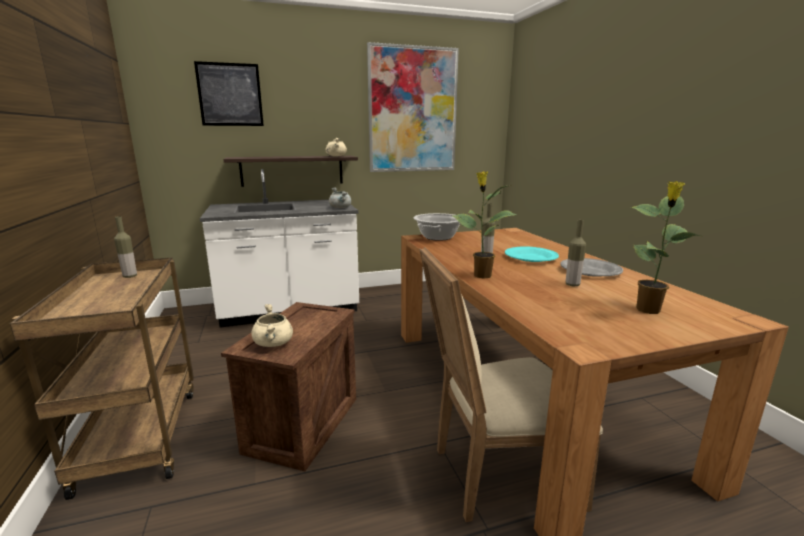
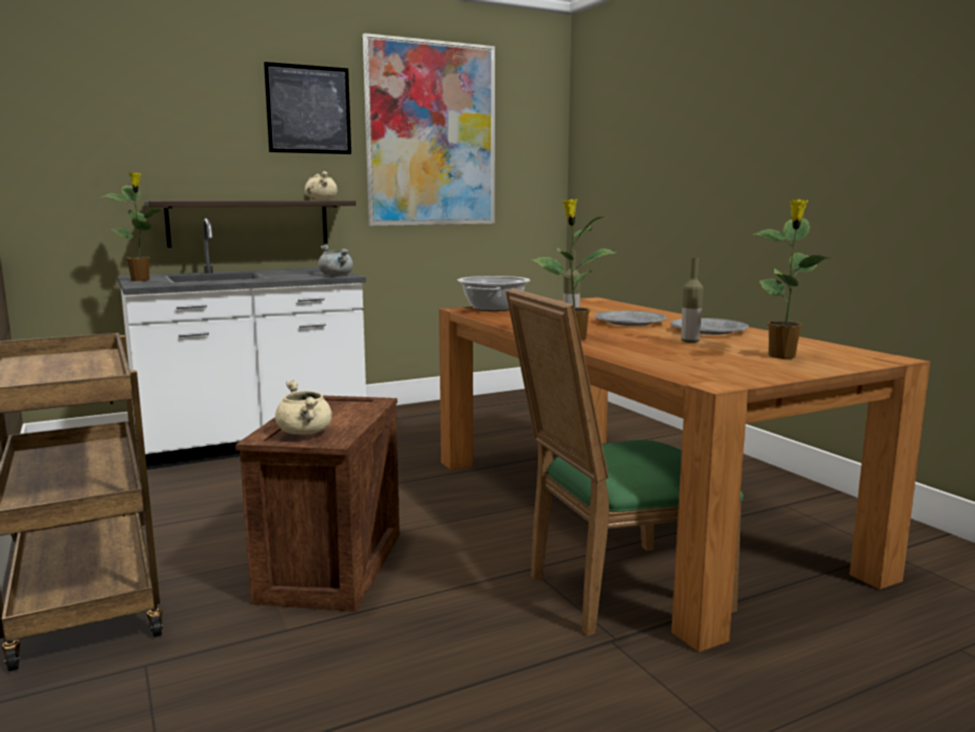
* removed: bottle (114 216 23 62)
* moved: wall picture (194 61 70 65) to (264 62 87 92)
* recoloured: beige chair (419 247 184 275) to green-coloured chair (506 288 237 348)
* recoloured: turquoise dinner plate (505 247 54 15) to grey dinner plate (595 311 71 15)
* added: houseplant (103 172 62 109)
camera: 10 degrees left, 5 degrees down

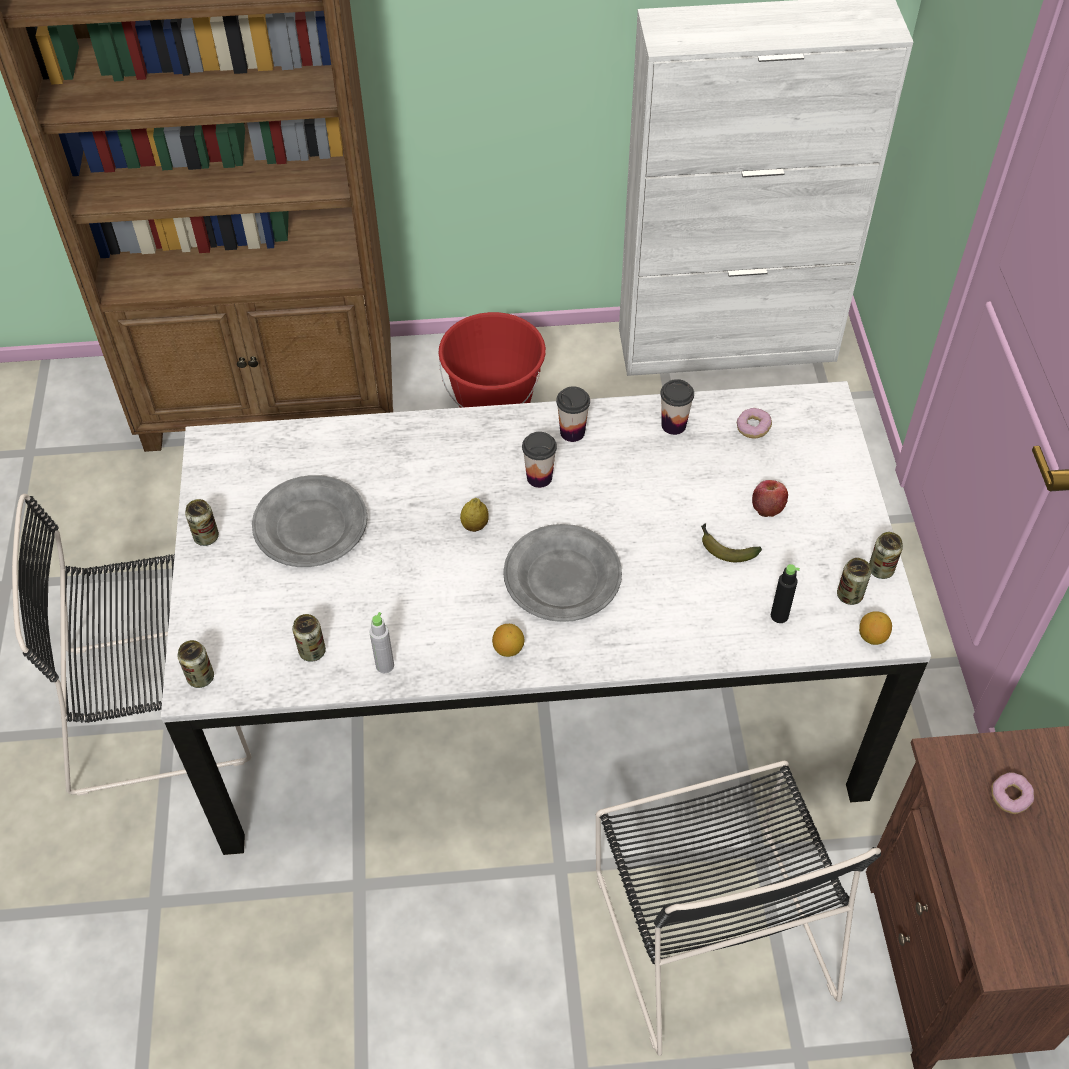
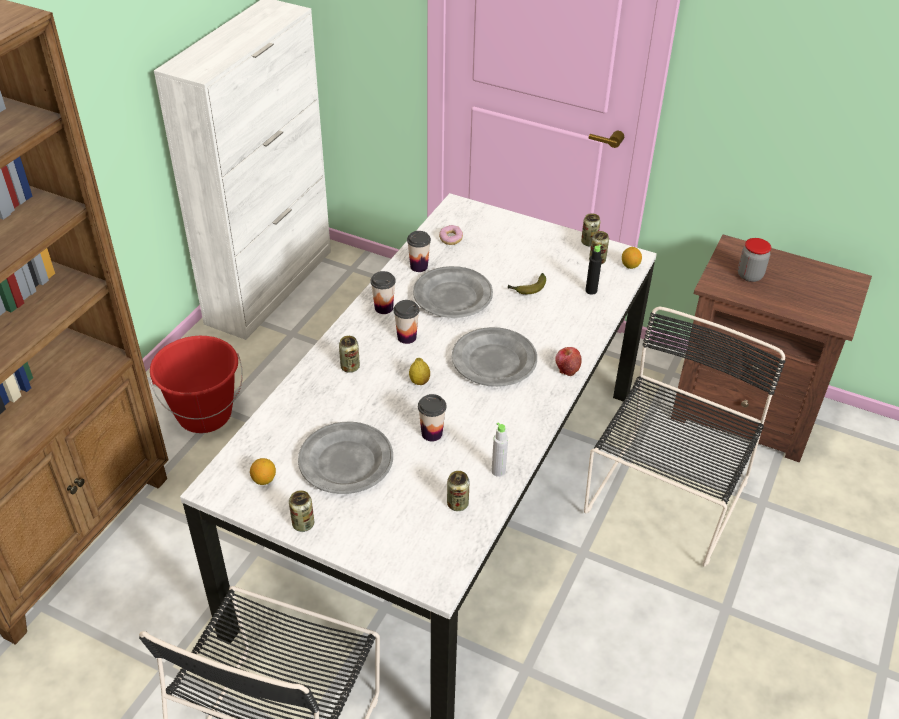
* moved: can (177 640 37 48) to (339 336 21 37)
* moved: citrus fruit (492 624 33 33) to (250 458 26 27)
* turned: blackish chair (596 761 285 295) = (584 306 201 261) 75 degrees counterclockwise
* moved: whole apple (752 480 36 37) to (555 347 27 29)
* replaced: ring doughnut (991 772 43 42) to preserve jar (738 238 33 44)
* added: grey dinner plate (413 266 80 52)
* added: drinking cup (418 394 28 47)
camera: 60 degrees left, 10 degrees down

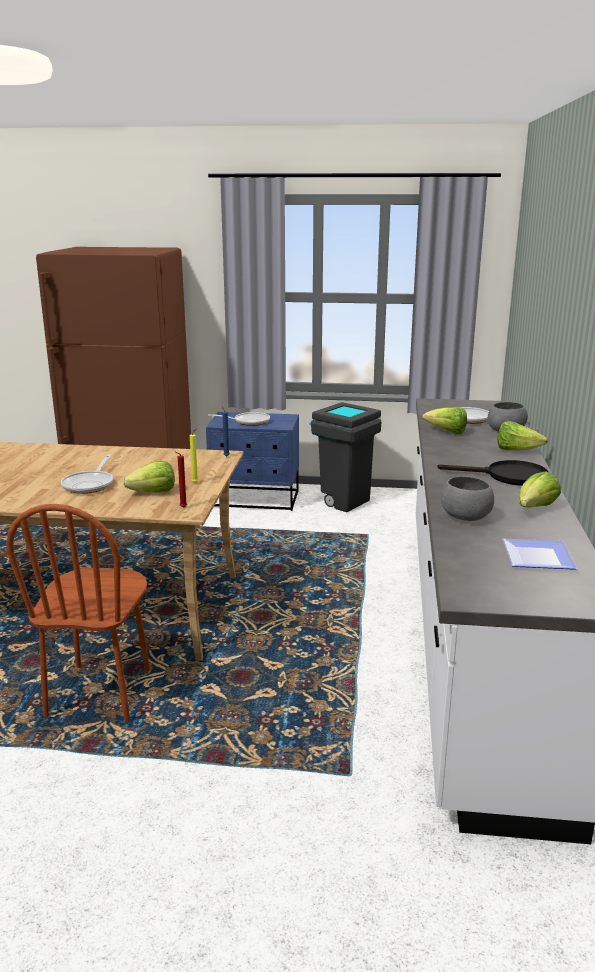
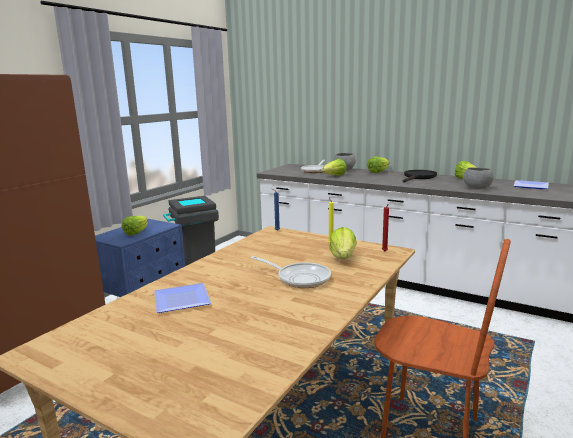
* replaced: skillet (208 412 62 14) to lettuce head (122 216 26 20)
* added: dinner plate (154 283 57 30)
camera: 65 degrees left, 5 degrees down

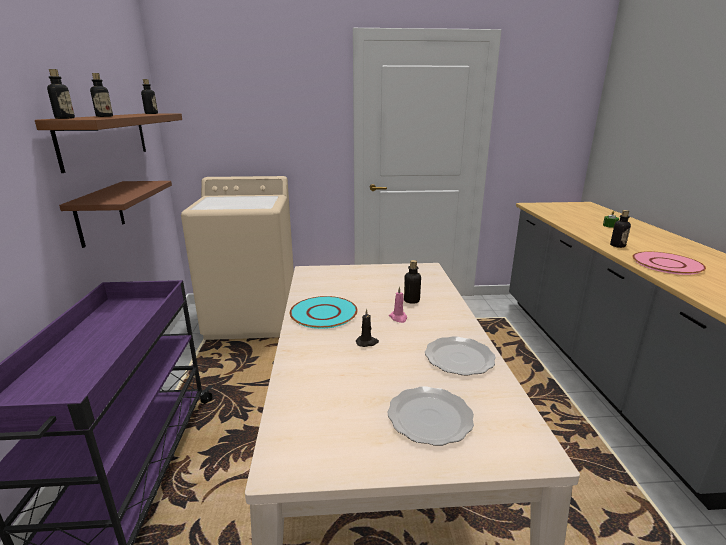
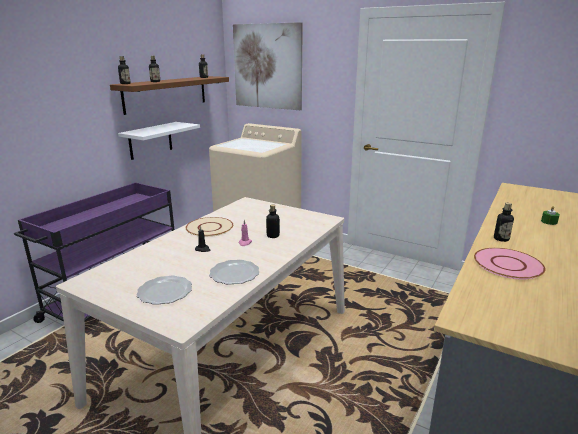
* recoloured: brown shelf (59 181 113 67) to white shelf (118 122 82 38)
* recoloured: turquoise dinner plate (290 296 68 33) to beige dinner plate (186 217 47 20)
* added: wall picture (233 22 70 88)
camera: 35 degrees right, 0 degrees up

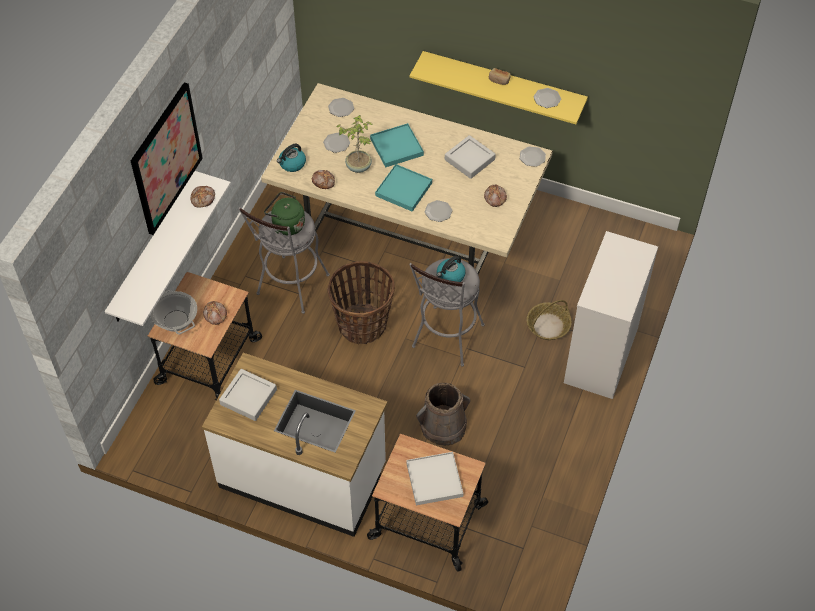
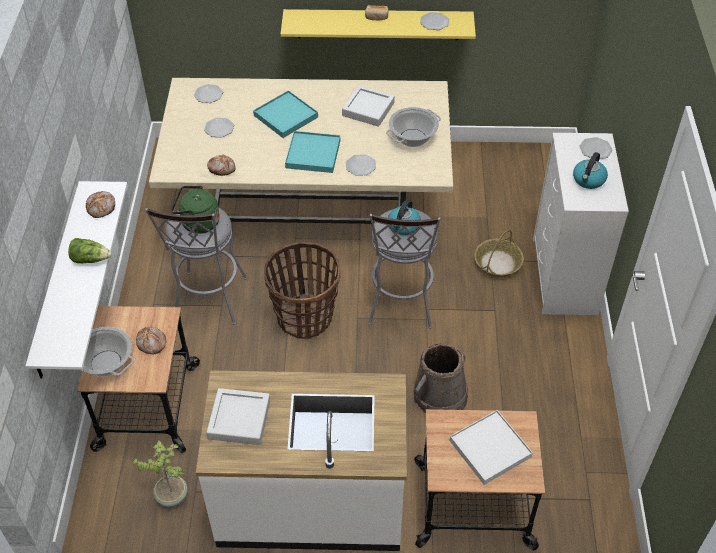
* removed: wall picture (131 82 72 153)
* moved: water kettle (277 144 29 28) to (573 152 35 37)
* moved: houseplant (336 115 37 58) to (132 441 56 66)
* replaced: bread (484 185 23 22) to stockpot (386 107 55 40)
* moved: dinner plate (520 147 26 20) to (579 137 34 22)
* added: lettuce head (68 238 43 25)
camera: 20 degrees left, 5 degrees down

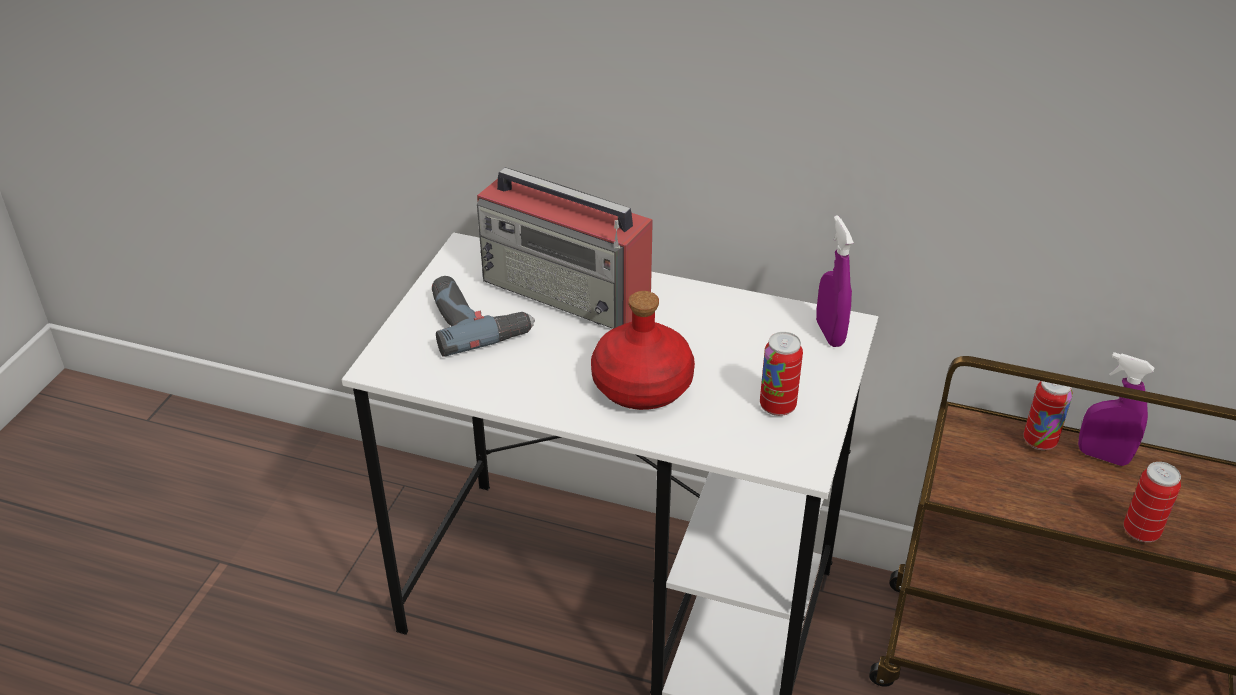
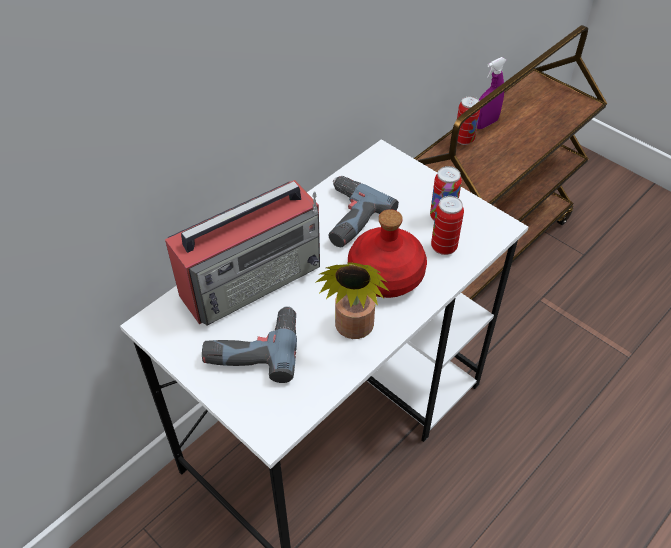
* removed: purplish spray bottle (816 215 38 132)
* moved: can (1124 462 57 80) to (431 196 33 59)
* added: houseplant (315 262 74 77)
* added: power drill (329 176 70 71)
camera: 65 degrees left, 10 degrees up

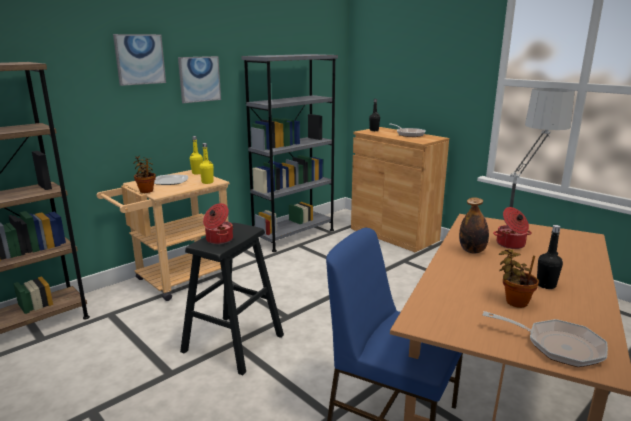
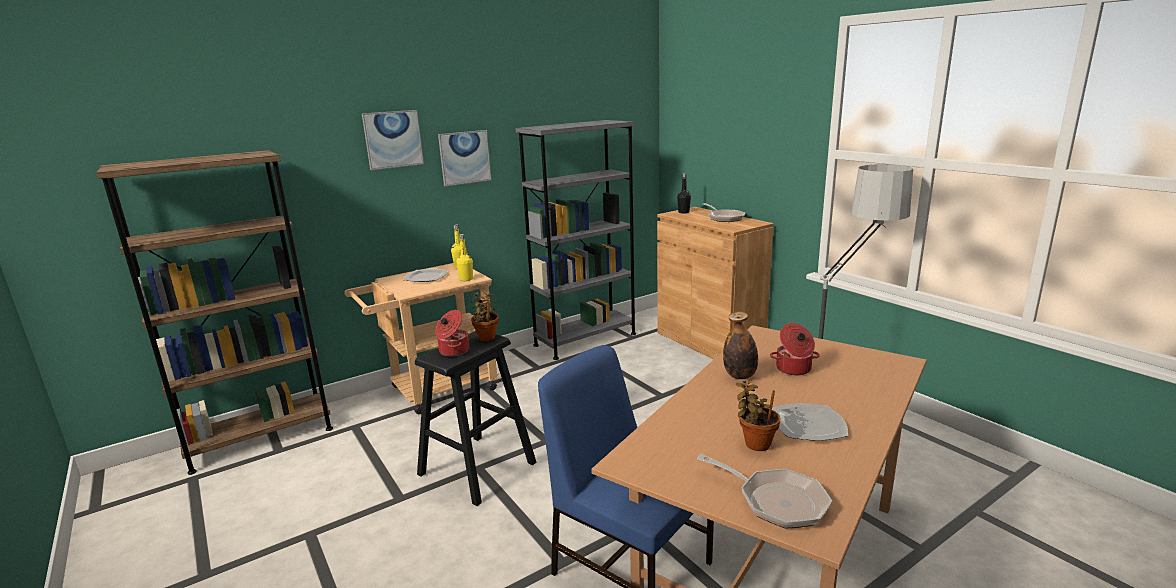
* moved: houseplant (134 157 22 36) to (471 292 28 49)
* replaced: blackish bottle (537 225 26 64) to dinner plate (772 403 76 38)
camera: 10 degrees right, 0 degrees up

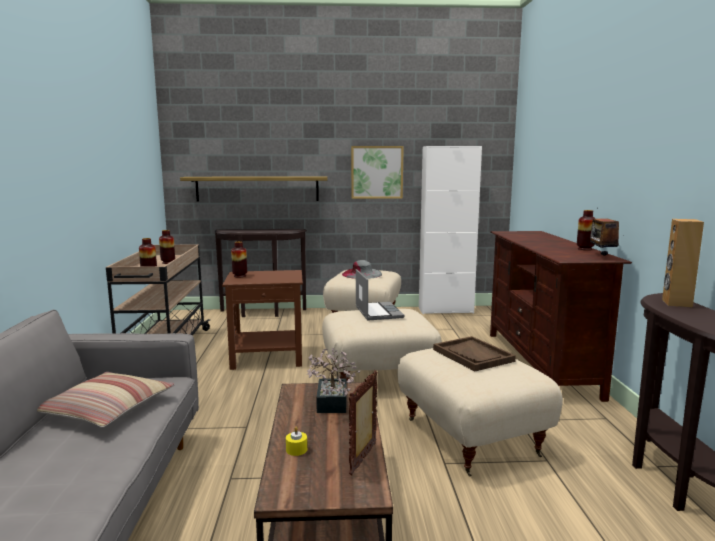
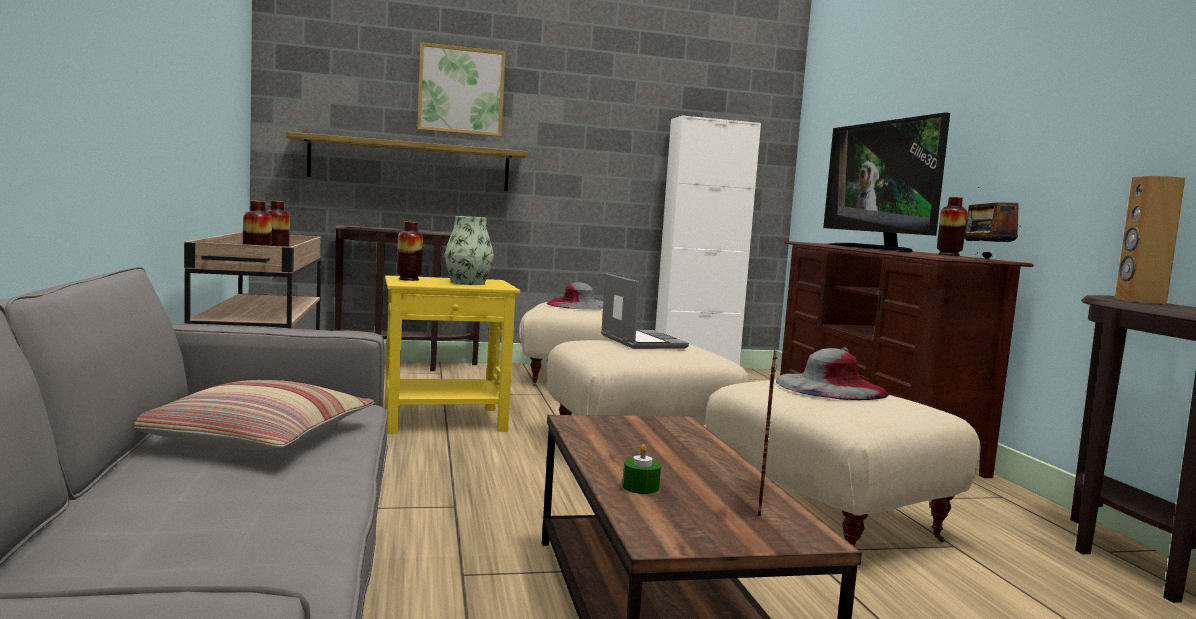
* recoloured: brown accent table (222 270 81 100) to yellowish accent table (385 275 135 159)
* recoloured: yellowish wax light (286 426 21 30) to green-coloured wax light (622 444 39 50)
* removed: houseplant (307 348 53 65)
* moved: wall picture (351 146 53 53) to (417 42 89 95)
* replaced: brown tray (433 336 83 35) to grey hat (776 348 113 52)
* added: flower vase (445 216 49 69)
* added: TV (823 112 127 140)
camera: 10 degrees left, 5 degrees down

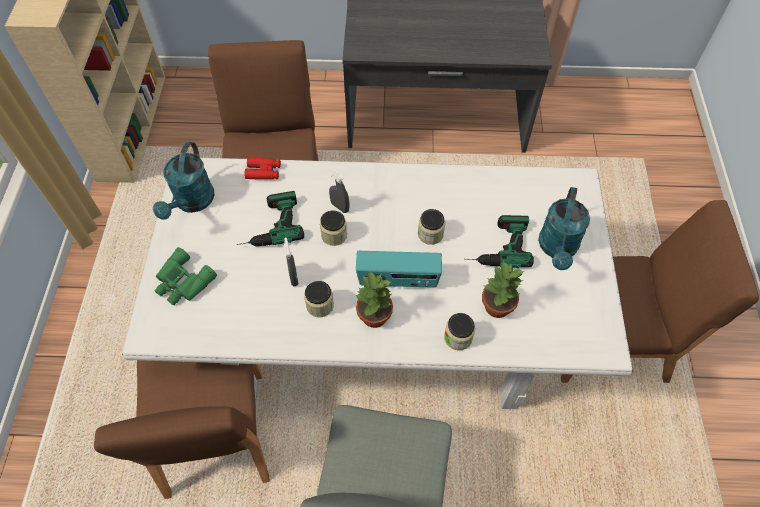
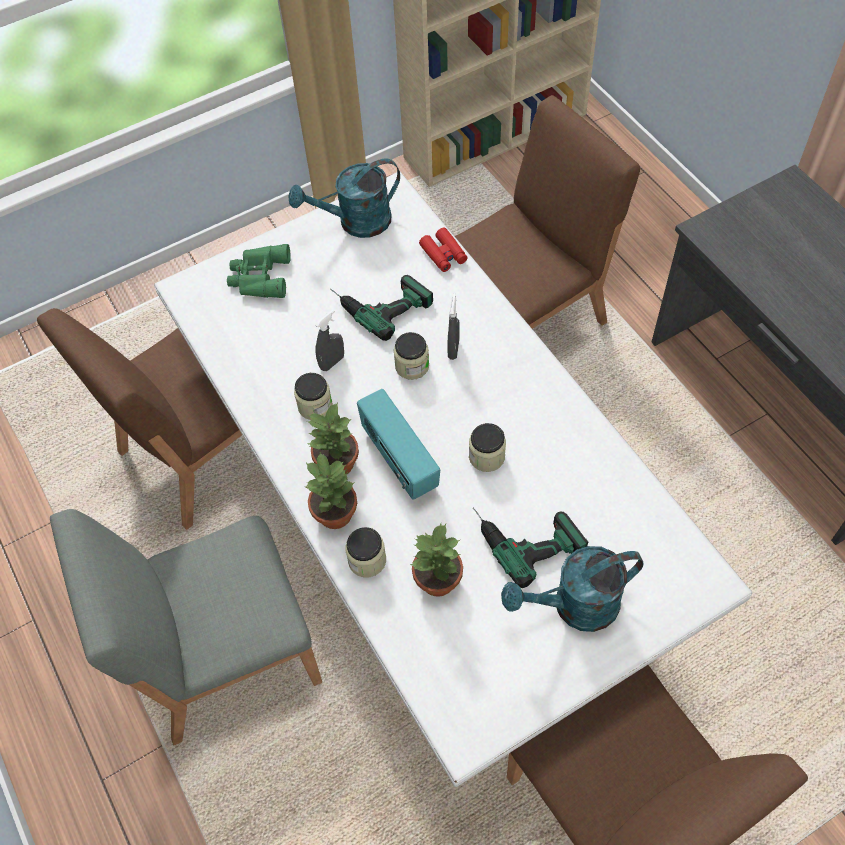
* added: houseplant (305 452 52 77)
camera: 60 degrees right, 0 degrees up

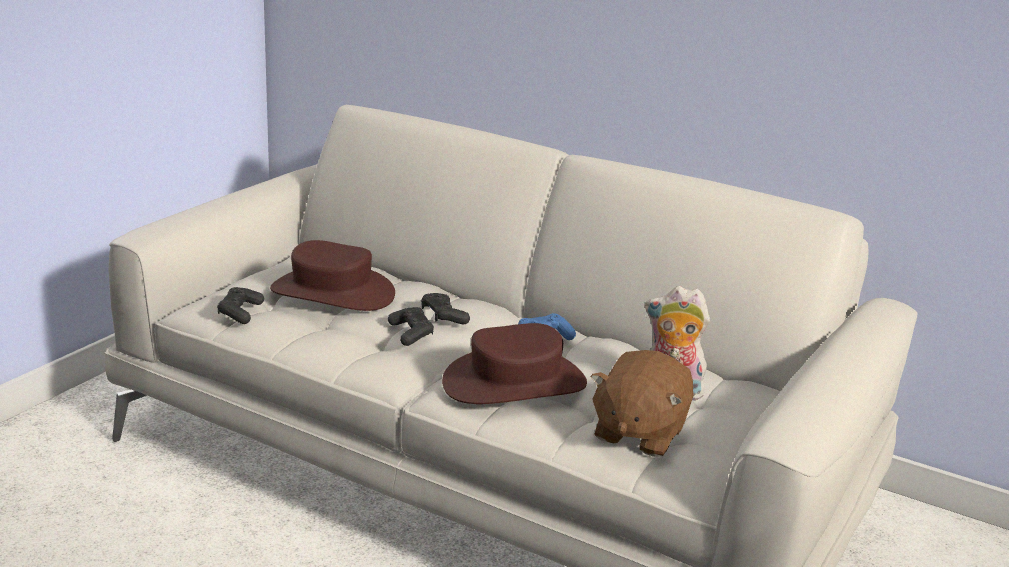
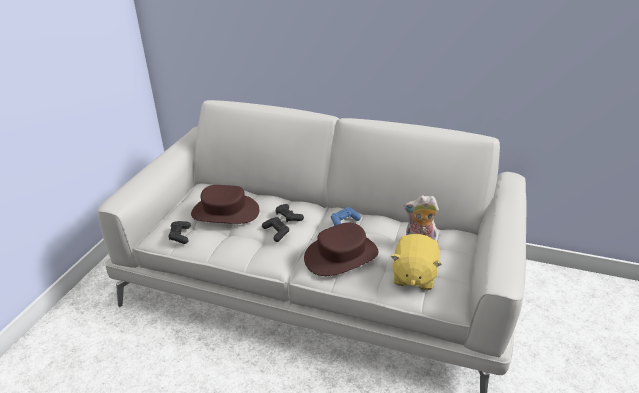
* recoloured: brown plush toy (590 350 104 107) to yellowish plush toy (390 234 52 56)
camera: 10 degrees left, 10 degrees up

